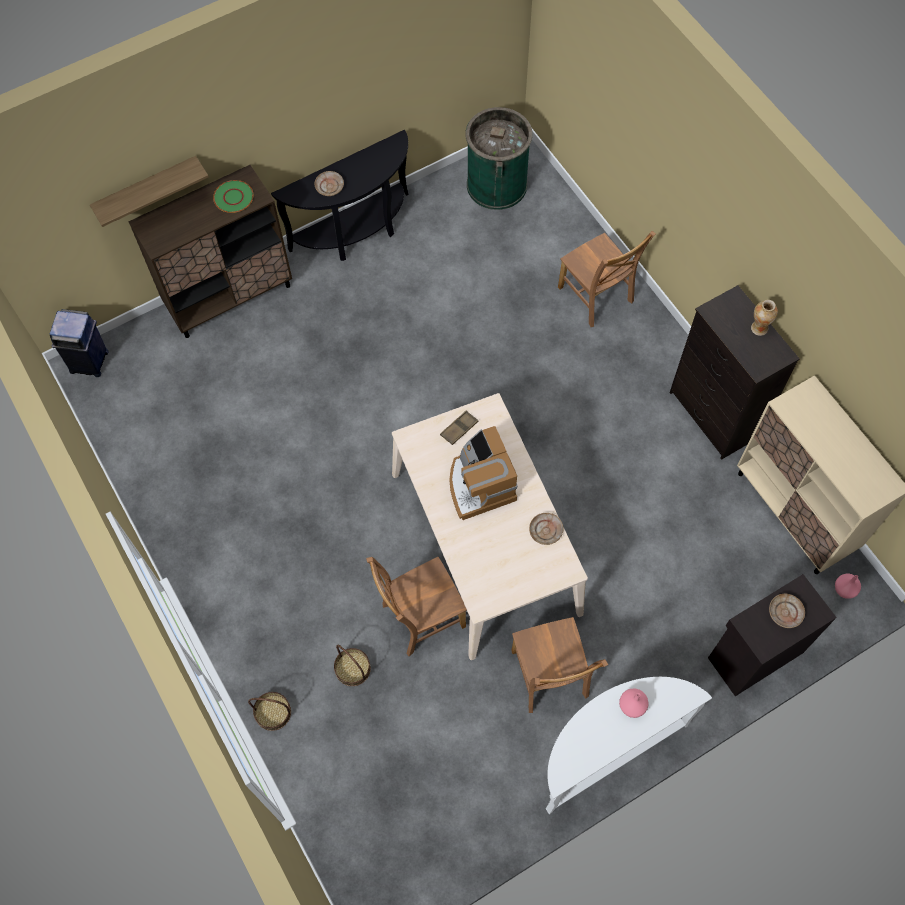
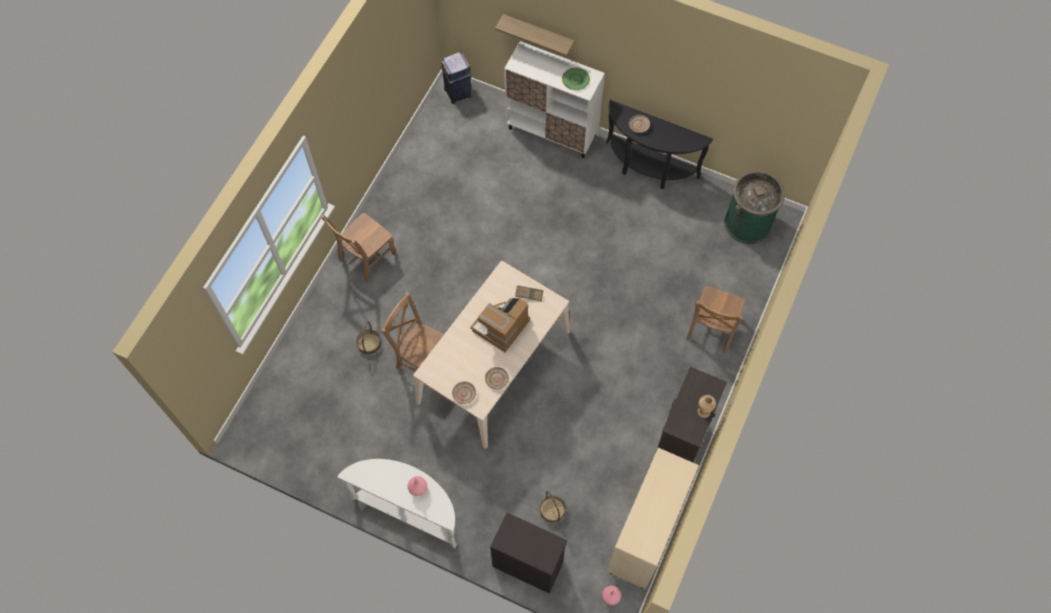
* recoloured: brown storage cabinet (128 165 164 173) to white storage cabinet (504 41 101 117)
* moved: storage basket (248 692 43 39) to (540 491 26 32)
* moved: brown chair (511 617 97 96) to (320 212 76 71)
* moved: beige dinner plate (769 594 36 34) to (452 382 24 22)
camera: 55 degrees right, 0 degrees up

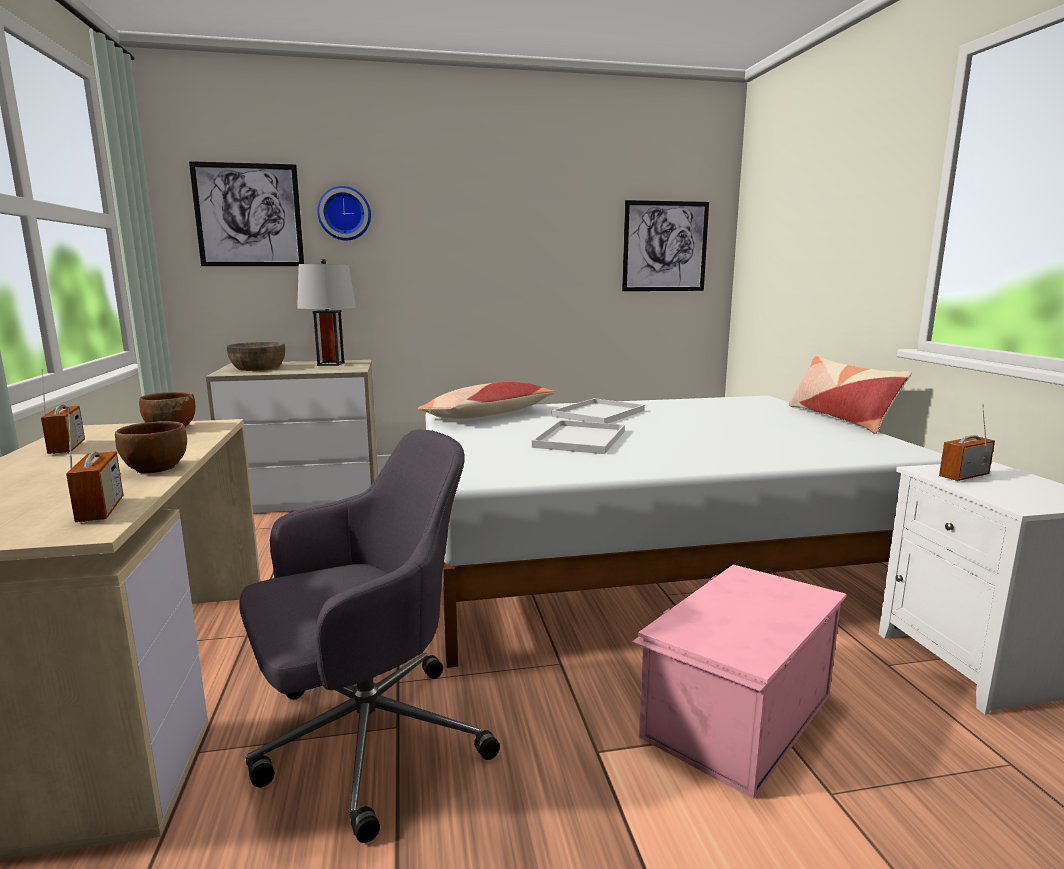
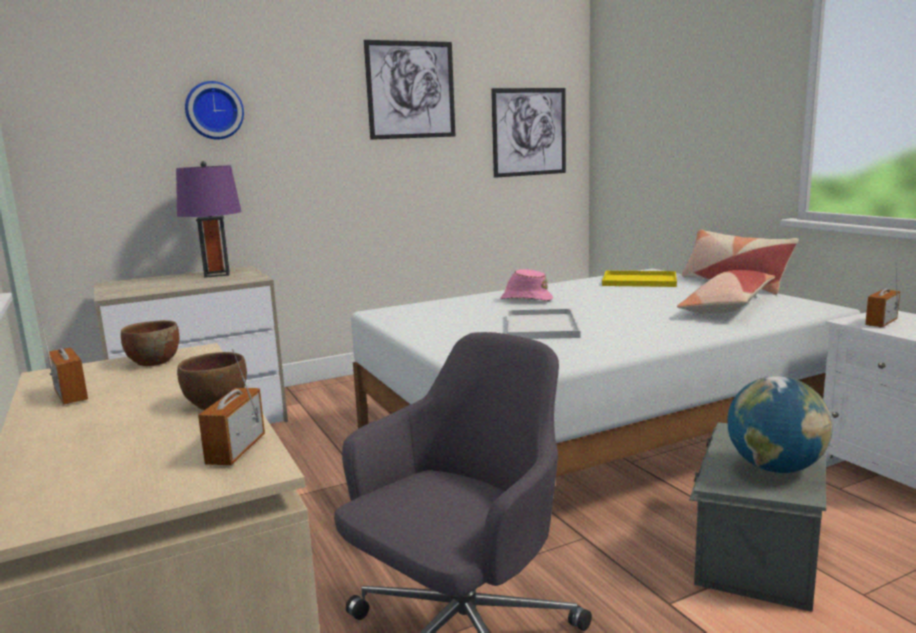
* turned: radio receiver (66 404 57 118) = (198 348 67 117) 135 degrees counterclockwise
* moved: wall picture (189 161 115 105) to (364 40 91 100)
* removed: brown deep dish (227 342 58 29)
* recoloured: grey lamp for a table (297 259 59 107) to purplish lamp for a table (176 161 66 117)
* moved: pillow (418 382 137 37) to (677 270 98 44)
* replaced: white tray (551 398 94 25) to pink-coloured hat (500 269 53 32)
* recoloured: pink-coloured storage container (632 565 214 234) to grey storage container (689 422 137 190)
* added: yellowish tray (602 271 75 16)
* added: globe (728 376 105 97)
camera: 15 degrees left, 0 degrees up

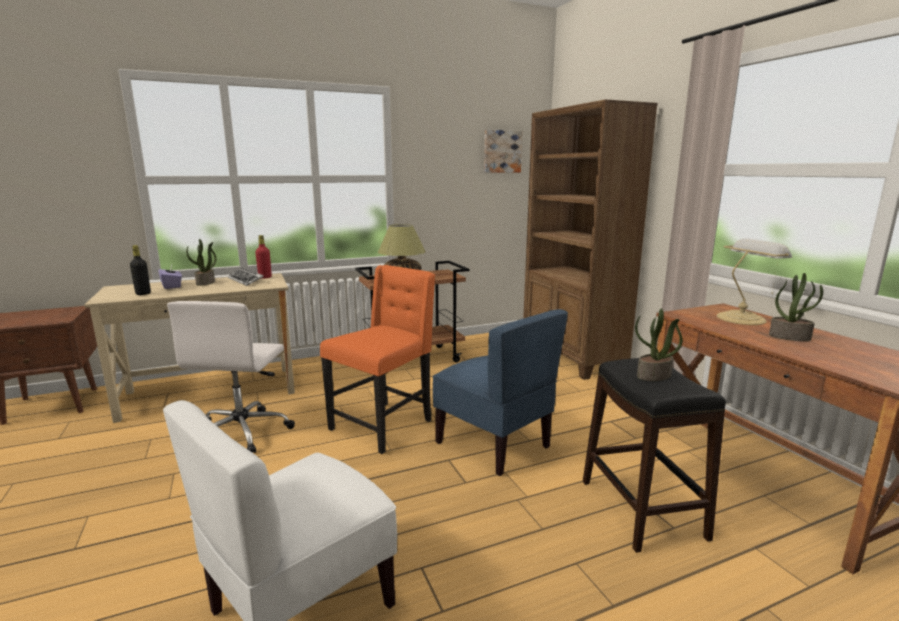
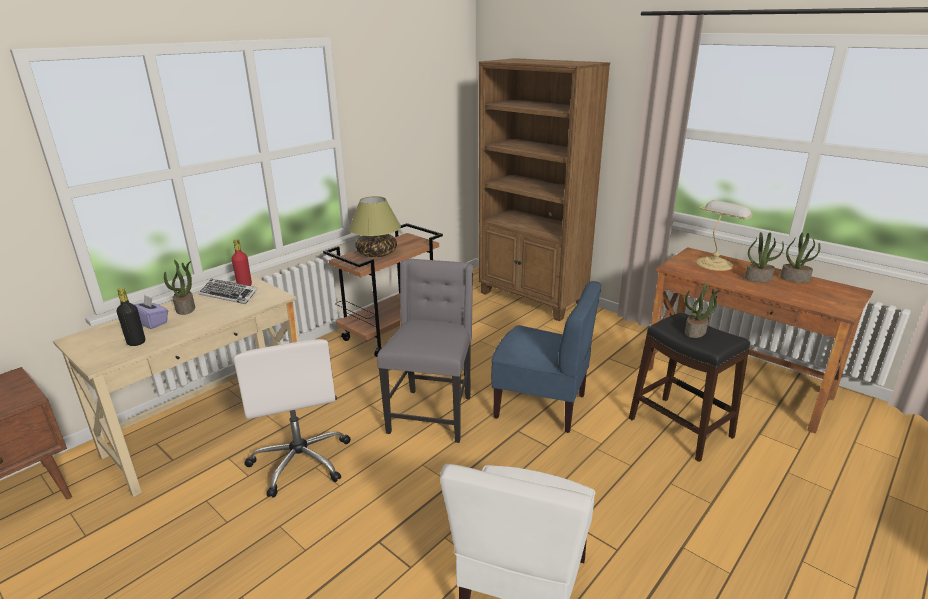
* recoloured: orange chair (320 265 115 189) to grey chair (377 259 96 184)
* removed: wall picture (484 130 38 43)
* added: houseplant (780 232 40 51)
camera: 25 degrees left, 10 degrees up

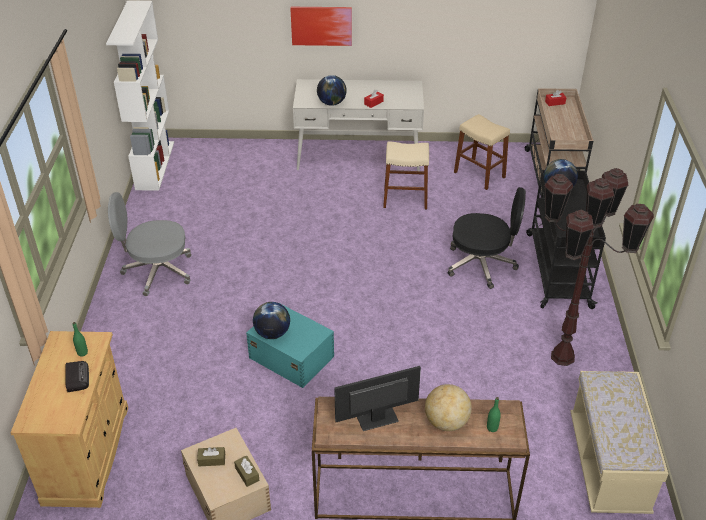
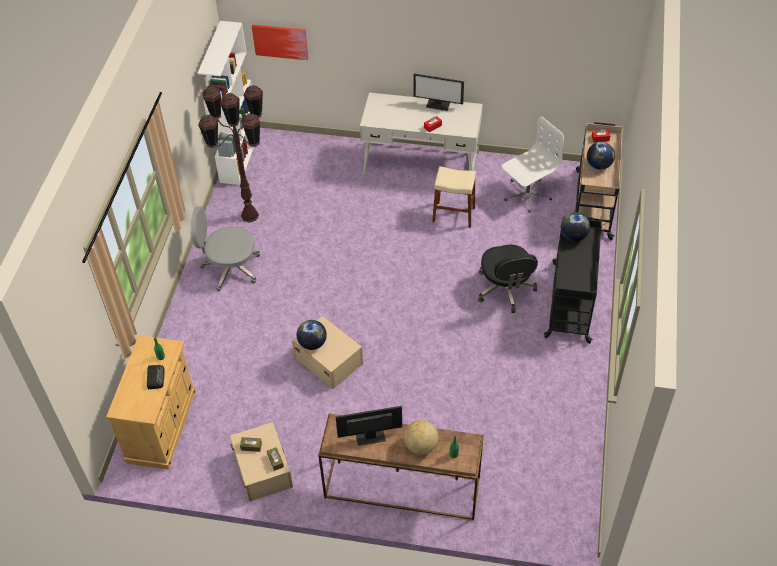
* recoloured: turquoise storage container (246 304 88 84) to beige storage container (292 316 71 73)
* moved: wall picture (290 7 62 39) to (252 25 56 35)
* moved: globe (317 75 30 31) to (587 142 28 28)
* turned: blackish desk chair (448 187 78 102) = (478 245 60 68) 60 degrees clockwise
* replaced: beige stool seat (454 114 56 76) to white desk chair (502 116 62 96)
* moved: brown floor lamp (544 168 110 198) to (198 85 65 138)
* removed: beige bench (570 371 98 143)
* added: computer screen (414 73 50 38)
camera: 10 degrees right, 10 degrees up

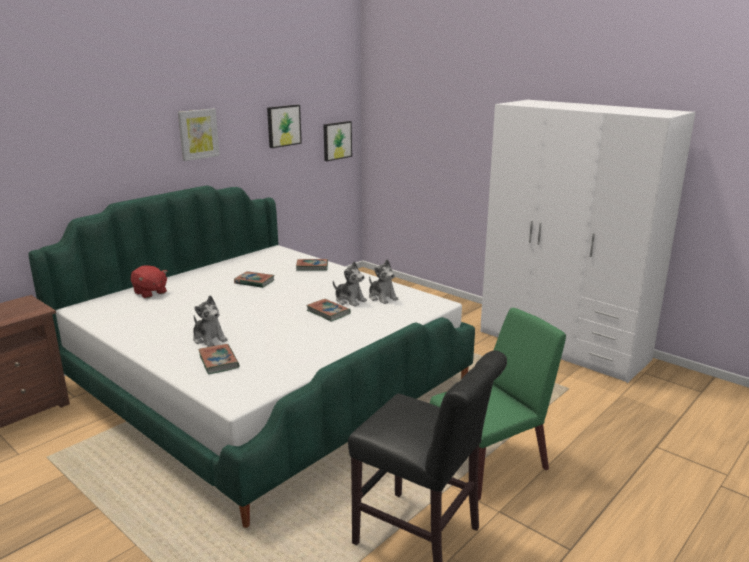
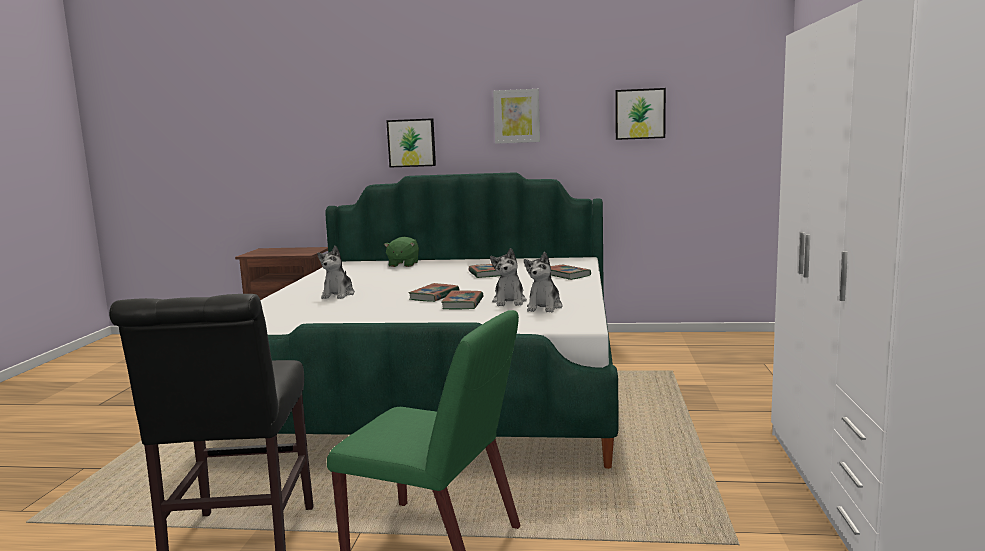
* recoloured: reddish plush toy (131 265 36 33) to green-coloured plush toy (384 237 35 30)
* moved: bound book (198 344 42 30) to (408 283 52 19)
* moved: wall picture (323 121 29 40) to (386 118 50 50)
camera: 55 degrees right, 10 degrees down

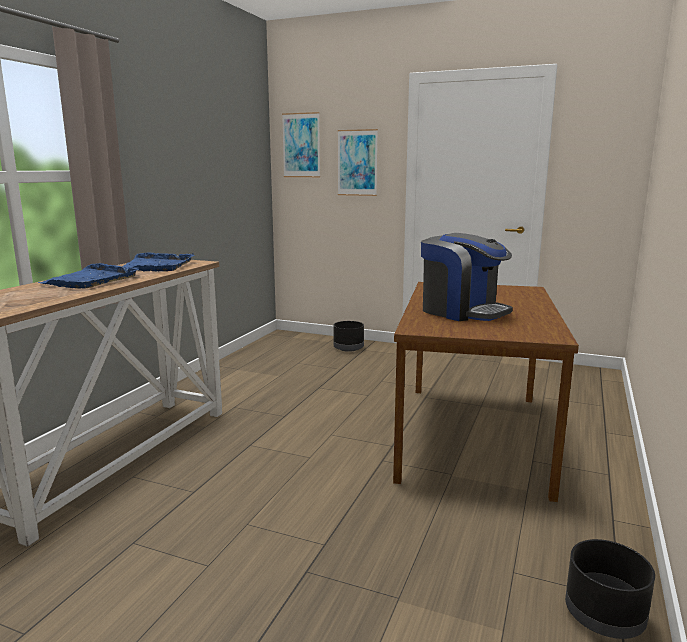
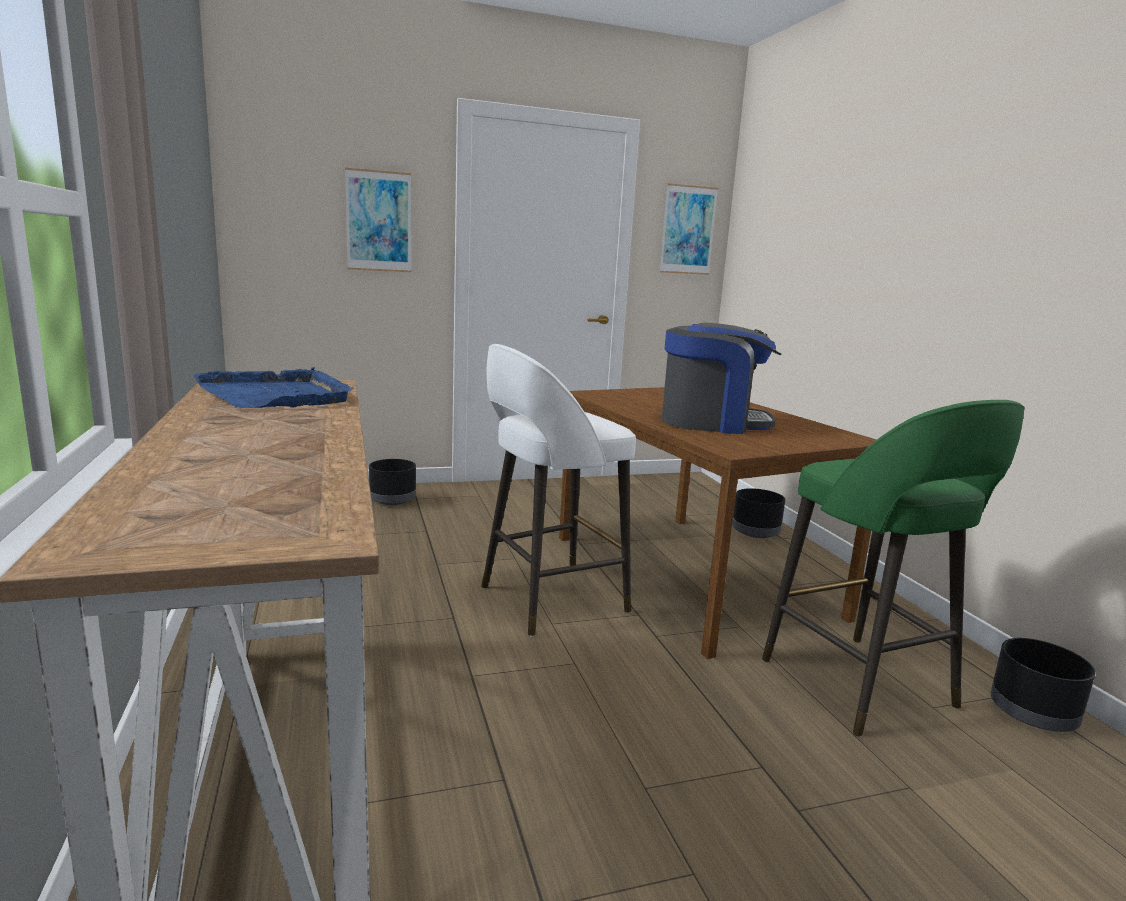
* removed: bluish tray (38 263 101 25)
* moved: wall picture (282 112 38 65) to (659 183 59 92)
* added: white stool seat (481 344 155 292)
* added: blackish flower pot (732 488 53 50)
* added: green-coloured stool seat (762 400 263 336)
camera: 40 degrees left, 0 degrees up

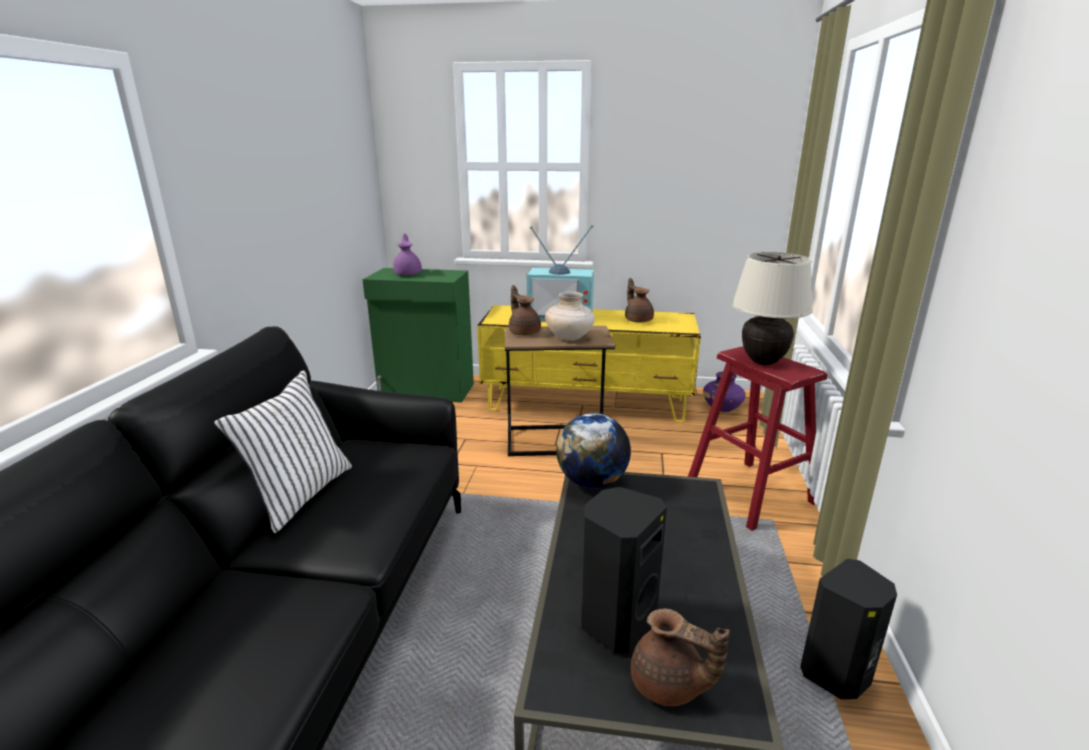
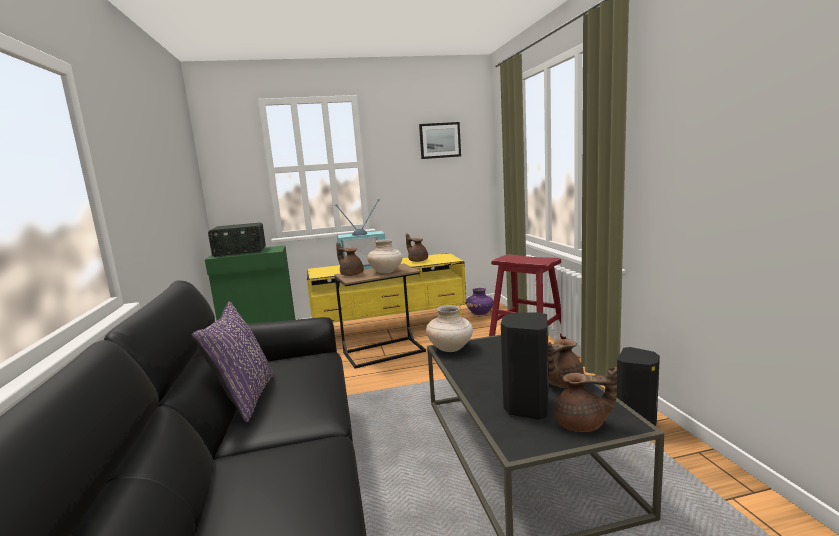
* recoloured: white pillow (214 370 138 163) to purplish pillow (192 301 82 122)
* replaced: purplish tea pot (393 233 29 43) to radio receiver (208 223 58 34)
* replaced: globe (556 413 75 75) to beige flower vase (426 305 47 47)
* removed: beige lamp for a table (732 252 81 113)
* added: wall picture (419 122 42 37)
* added: brown tea pot (548 339 36 49)
camera: 20 degrees left, 10 degrees down

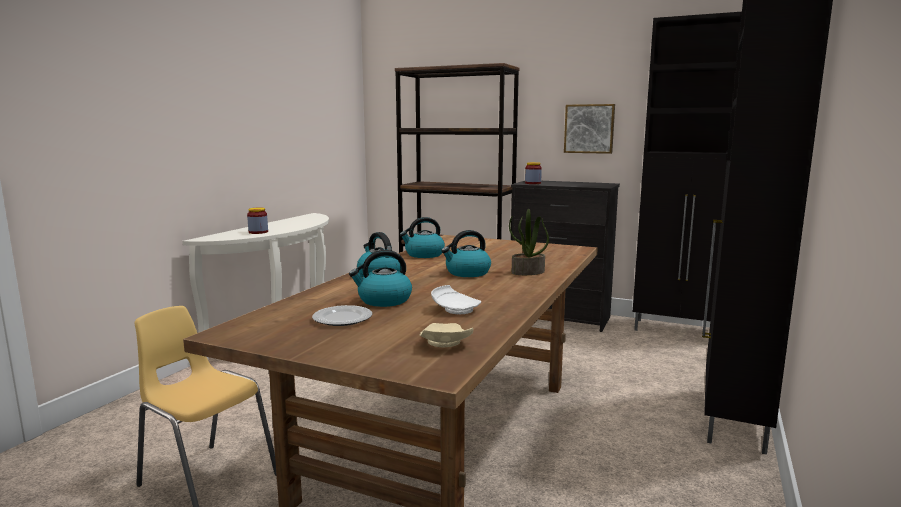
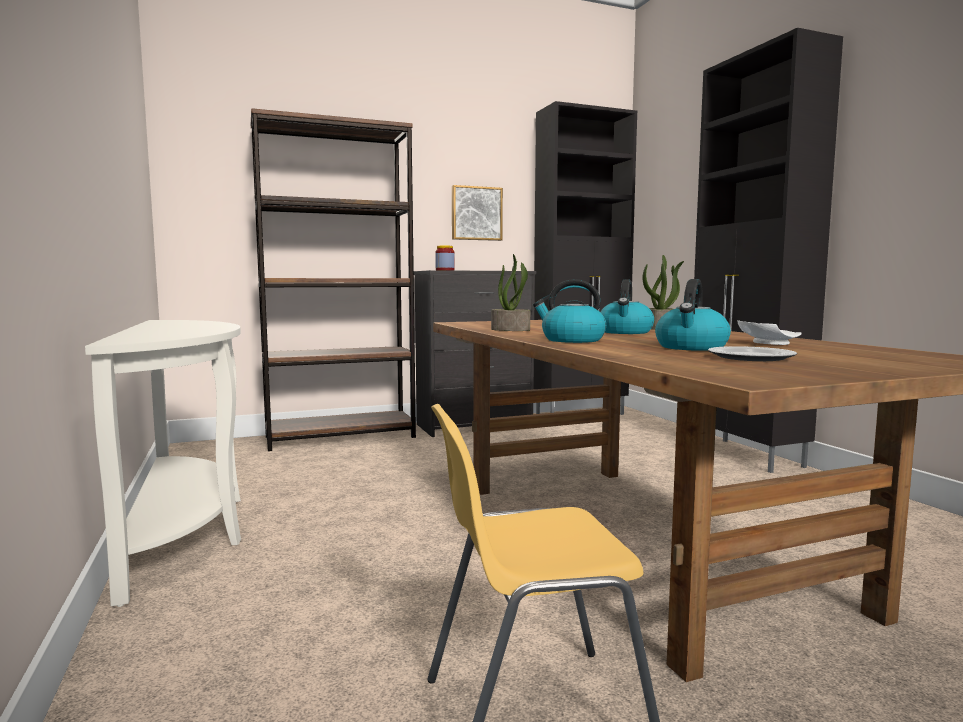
* removed: preserve jar (247 208 21 26)
* replaced: water kettle (400 217 45 41) to houseplant (491 254 39 77)
* removed: beige dinner plate (420 323 53 24)
camera: 45 degrees left, 5 degrees down

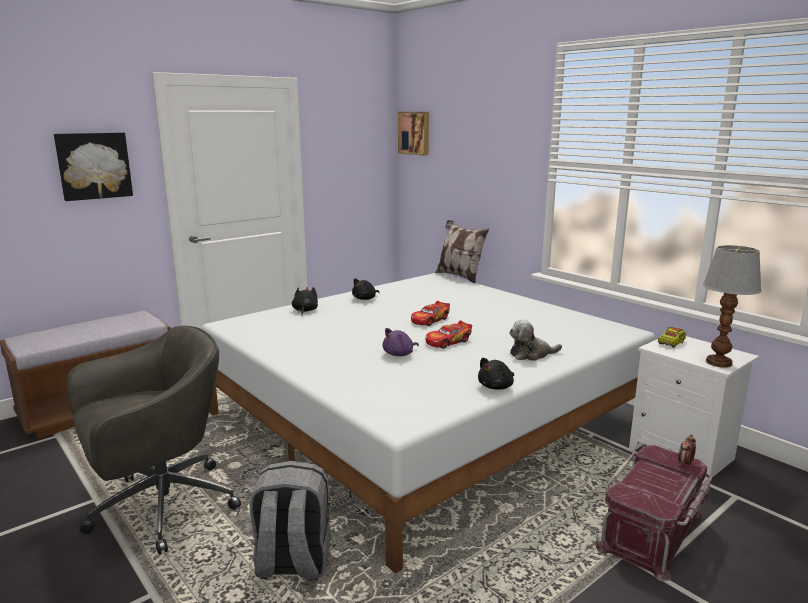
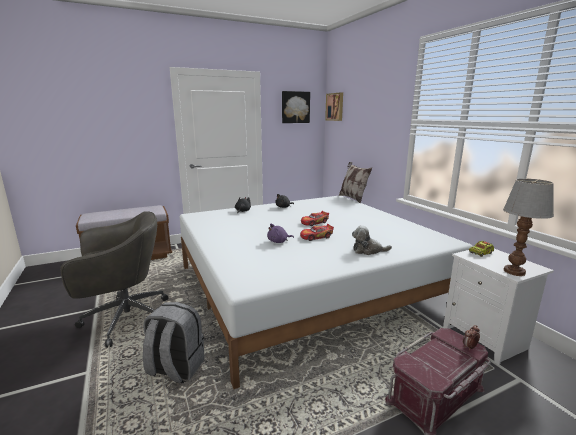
* moved: wall picture (54 132 79 69) to (282 91 28 32)
* removed: blackish plush toy (478 358 36 32)
camera: 15 degrees right, 0 degrees up

